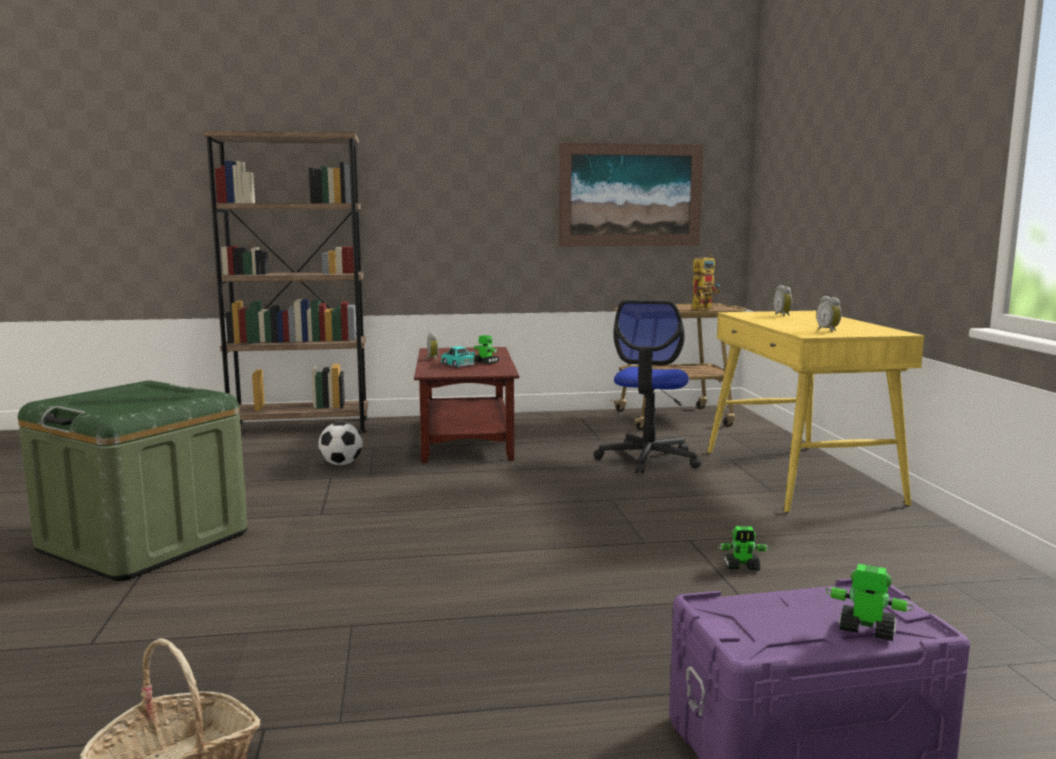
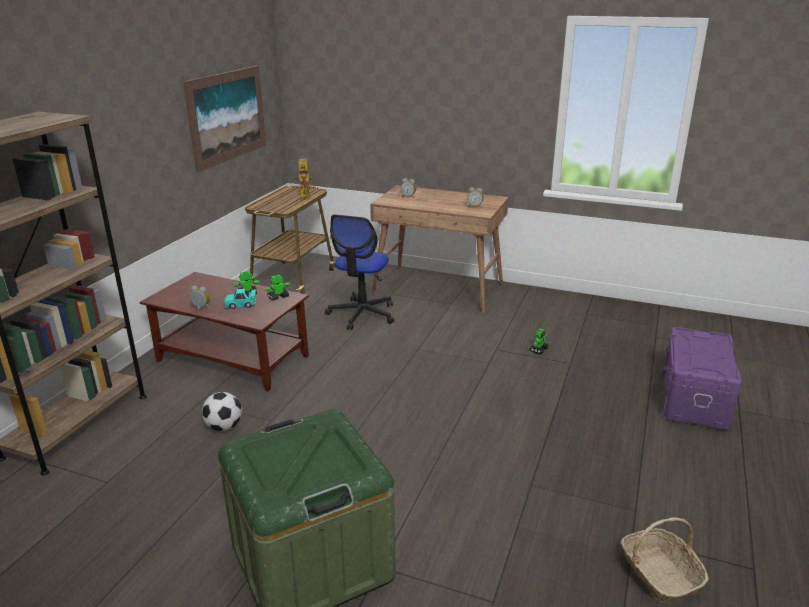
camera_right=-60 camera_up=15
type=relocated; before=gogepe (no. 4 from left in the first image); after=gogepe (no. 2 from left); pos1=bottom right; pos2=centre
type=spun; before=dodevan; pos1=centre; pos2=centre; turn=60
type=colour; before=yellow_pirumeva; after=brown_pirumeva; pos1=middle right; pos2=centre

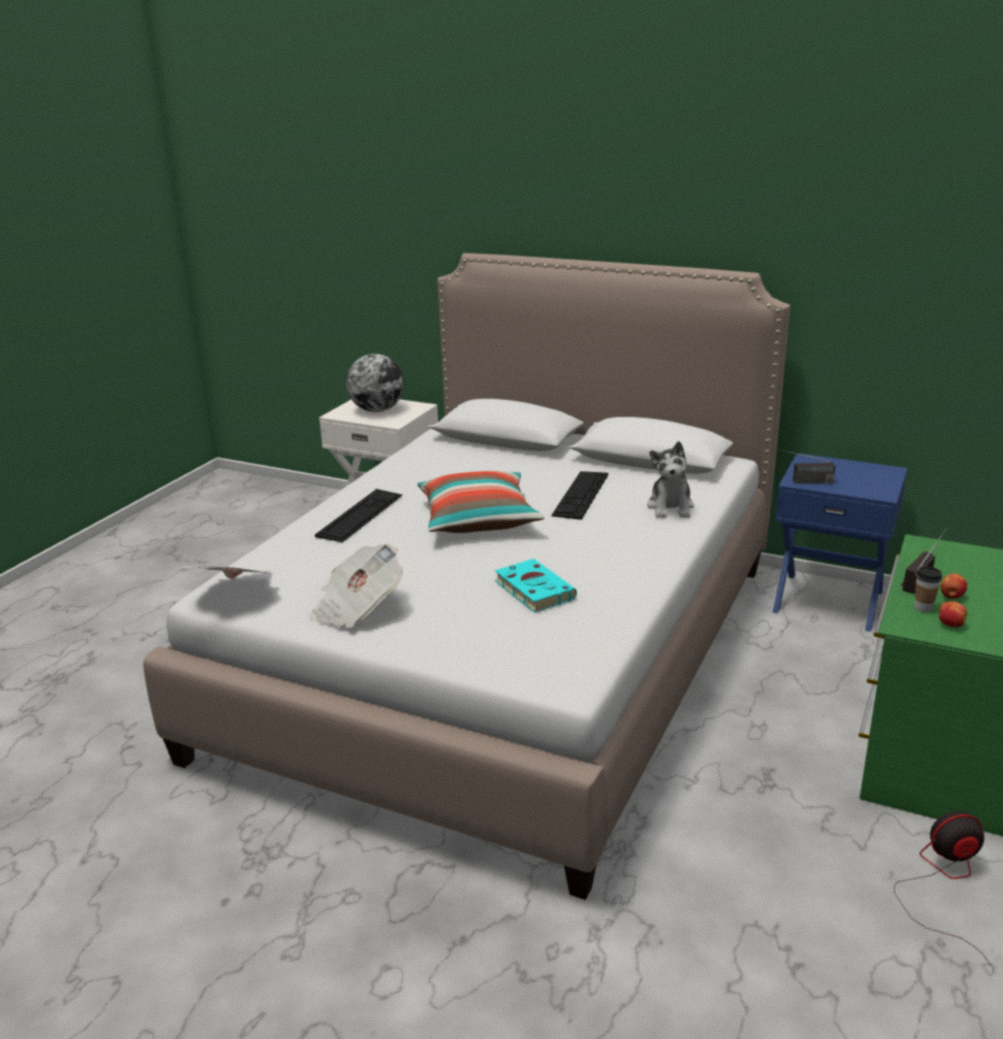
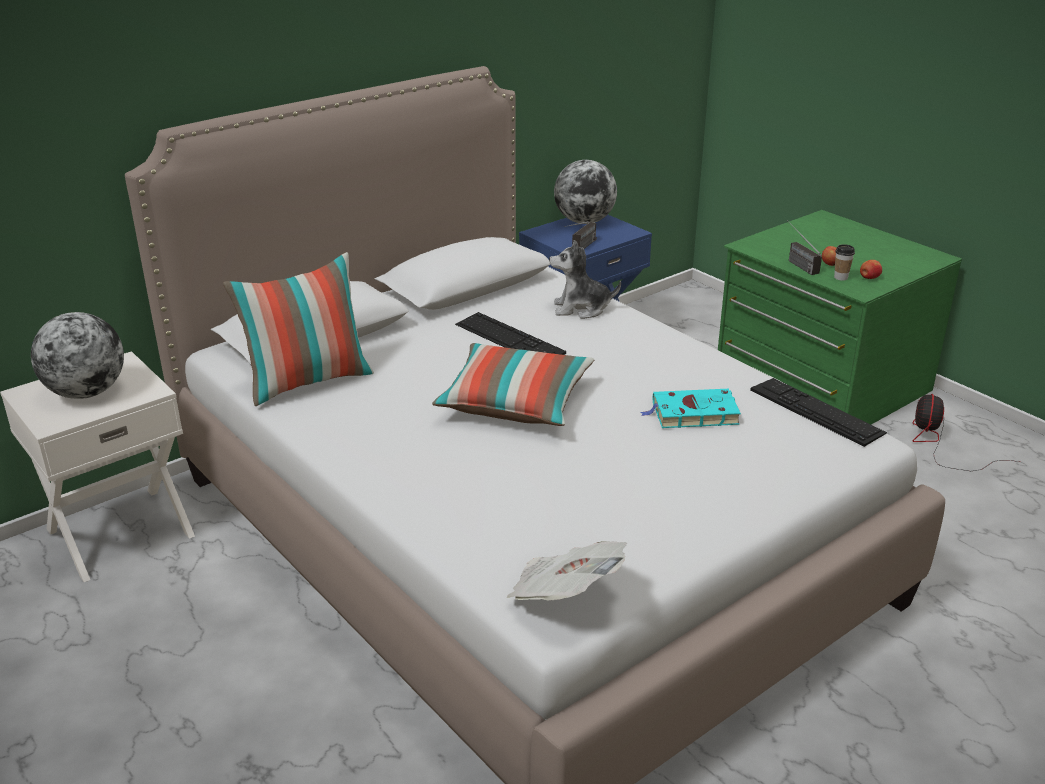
camera_right=-65 camera_up=5
type=appeared; after=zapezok (no. 1 from left); pos2=middle left
type=spun; before=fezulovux; pos1=middle right; pos2=centre; turn=150
type=appeared; after=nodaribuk (no. 2 from left); pos2=top centre
type=relocated; before=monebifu (no. 1 from left in the first image); after=monebifu (no. 2 from left); pos1=centre; pos2=middle right
type=missing; before=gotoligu (no. 2 from left); pos1=centre

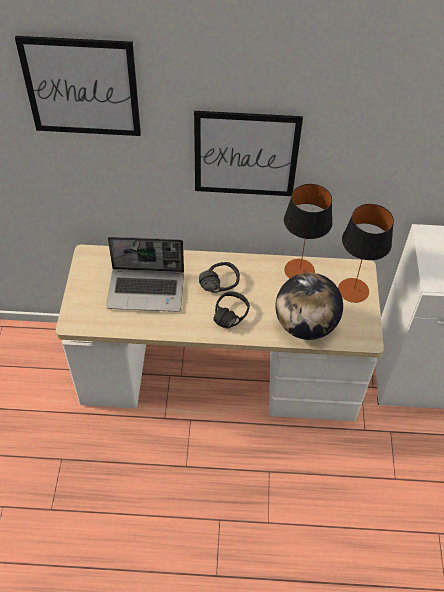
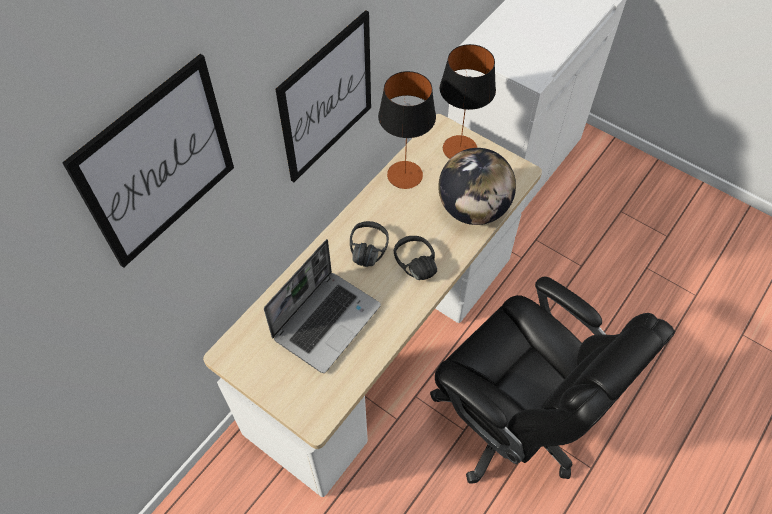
camera_right=-55 camera_up=5
type=appeared; after=black_dodevan; pos2=bottom right

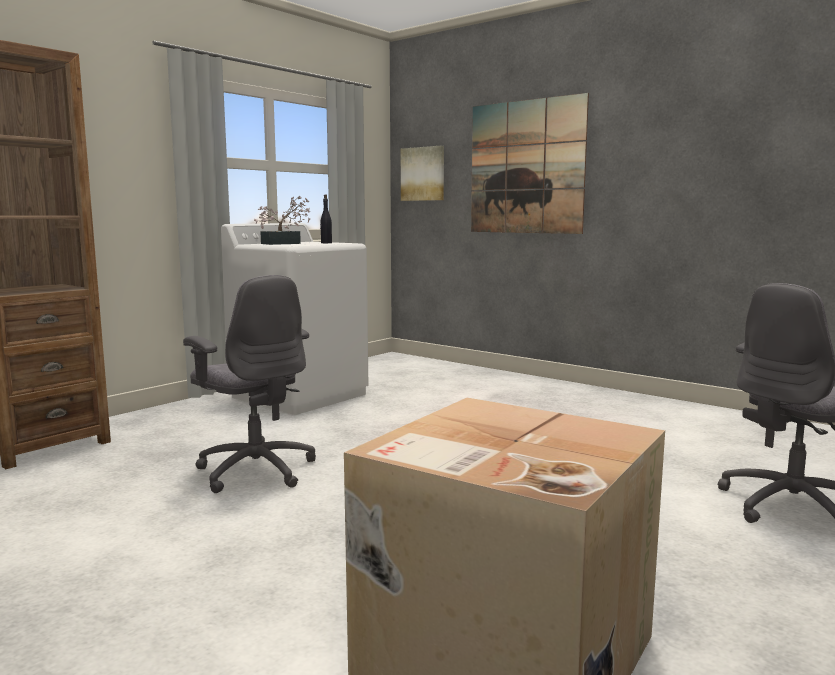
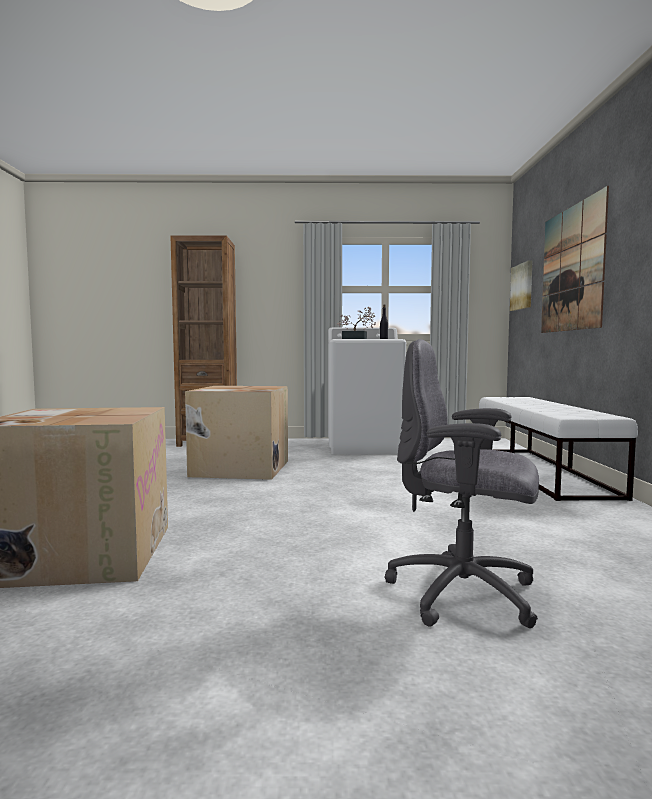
camera_right=50 camera_up=-5
type=exchanged; before=grey_dodevan (no. 1 from left); after=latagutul (no. 2 from left); pos1=middle left; pos2=centre
type=appeared; after=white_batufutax; pos2=middle right

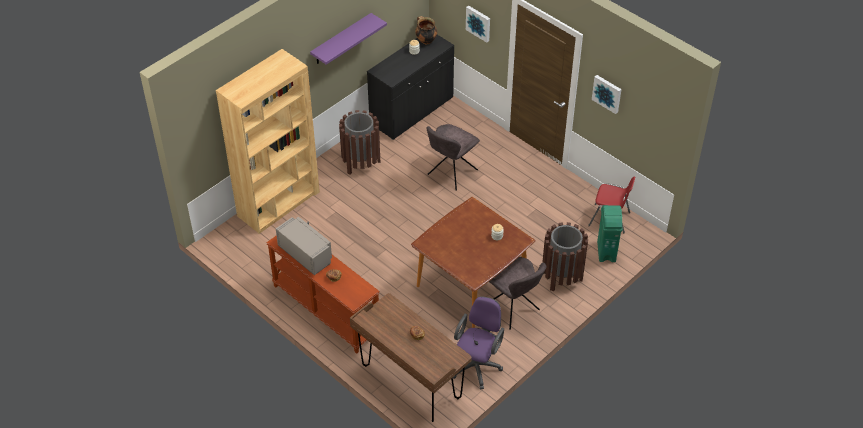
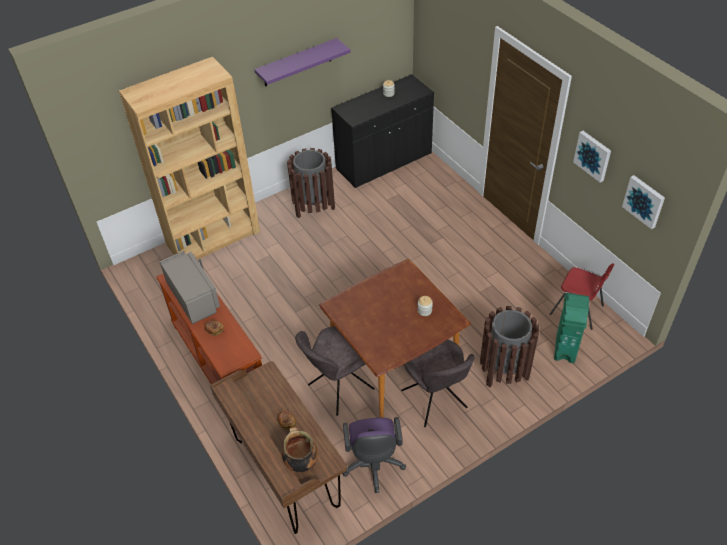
camera_right=15 camera_up=0
type=relocated; before=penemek; pos1=top centre; pos2=bottom centre
type=relocated; before=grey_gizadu (no. 1 from left); pos1=centre; pos2=bottom centre
type=spun; before=purple_dodevan; pos1=bottom centre; pos2=bottom centre; turn=135
type=relocated; before=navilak (no. 1 from left in the first image); after=navilak (no. 2 from left); pos1=top centre; pos2=middle right

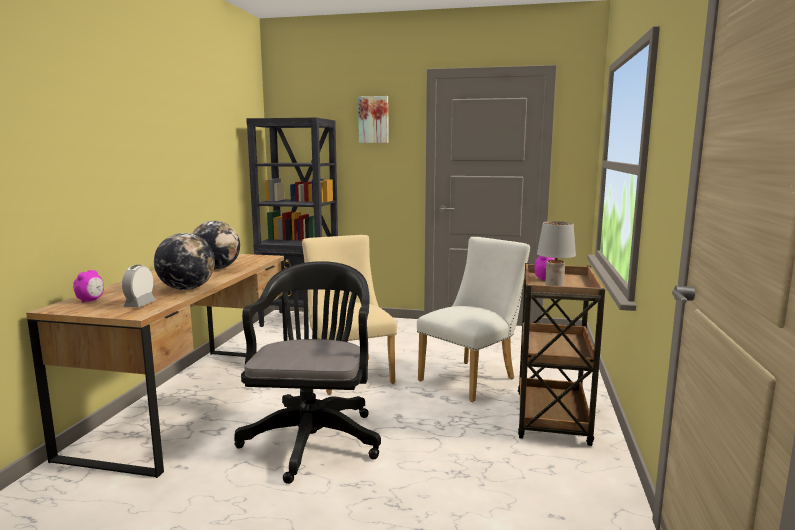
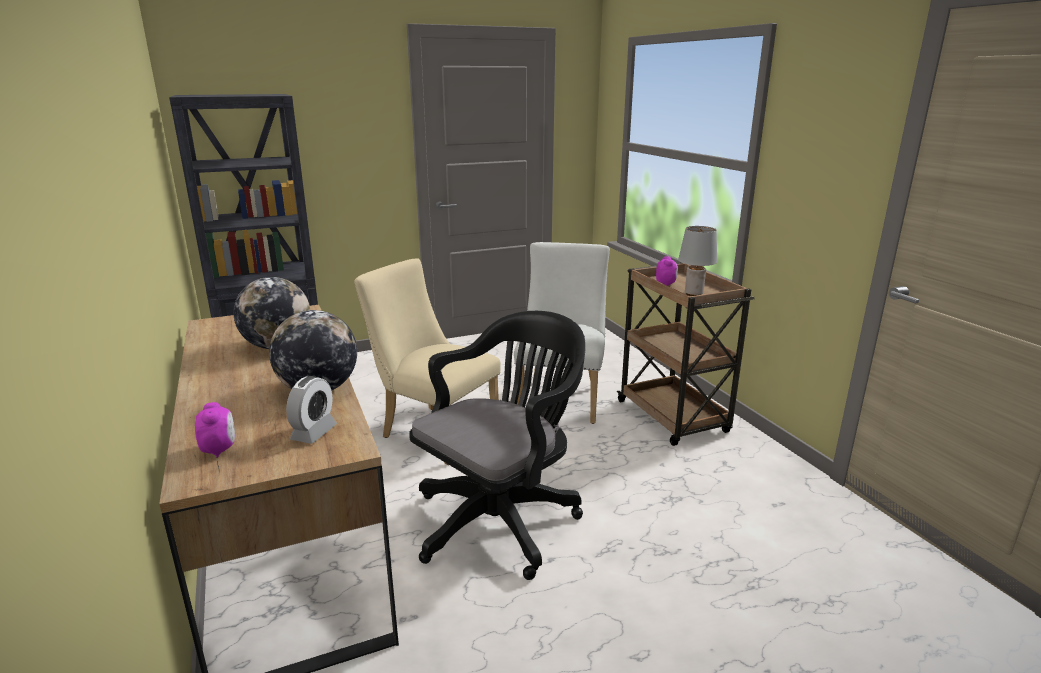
camera_right=-35 camera_up=10
type=spun; before=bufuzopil (no. 2 from left); pos1=middle left; pos2=middle left; turn=-135
type=spun; before=black_dodevan; pos1=bottom centre; pos2=centre; turn=75
type=missing; before=navilak; pos1=top centre

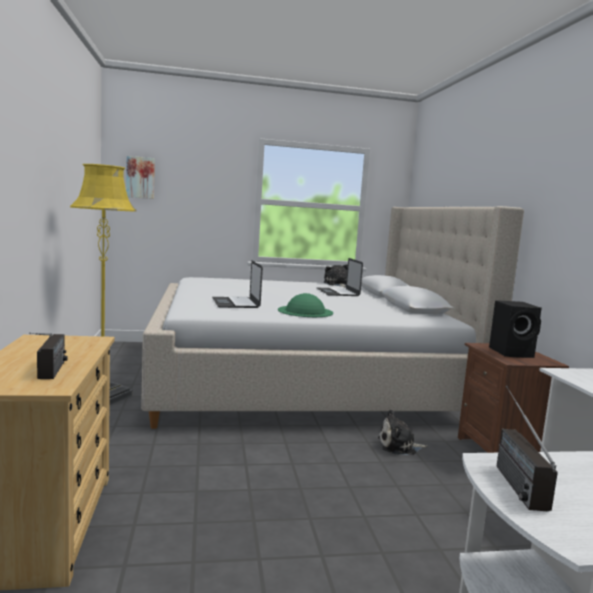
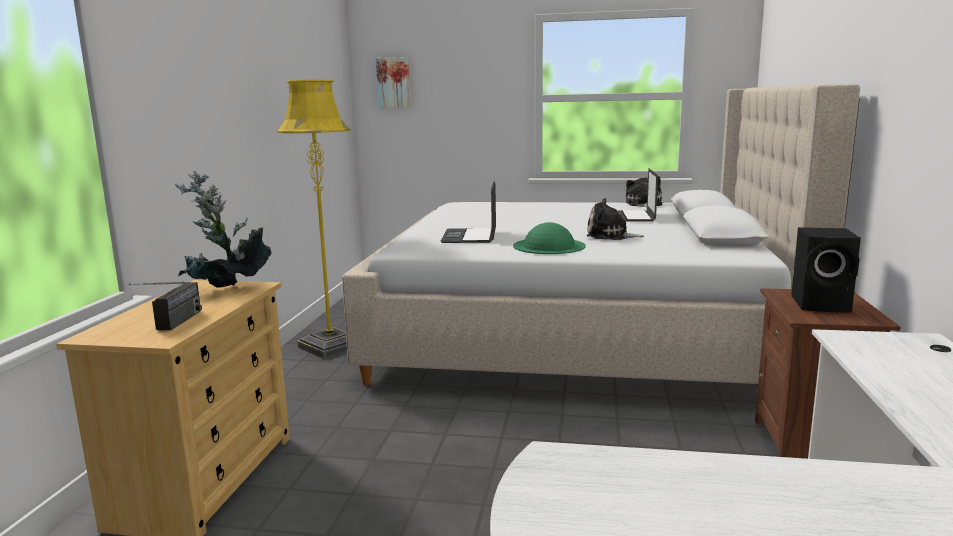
camera_right=20 camera_up=5
type=appeared; after=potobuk; pos2=middle left
type=relocated; before=fezulovux (no. 2 from left in the first image); after=fezulovux (no. 1 from left); pos1=bottom right; pos2=centre
type=missing; before=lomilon (no. 2 from left); pos1=bottom right

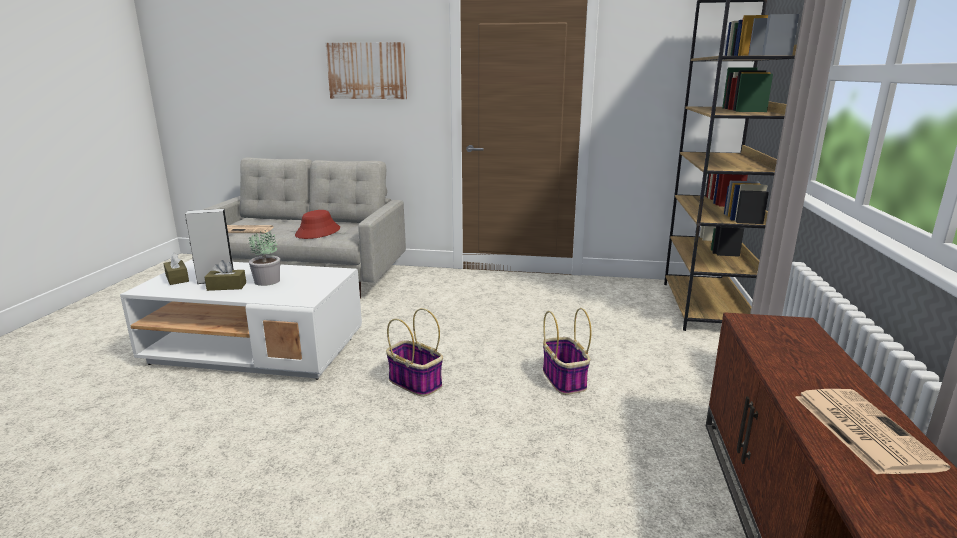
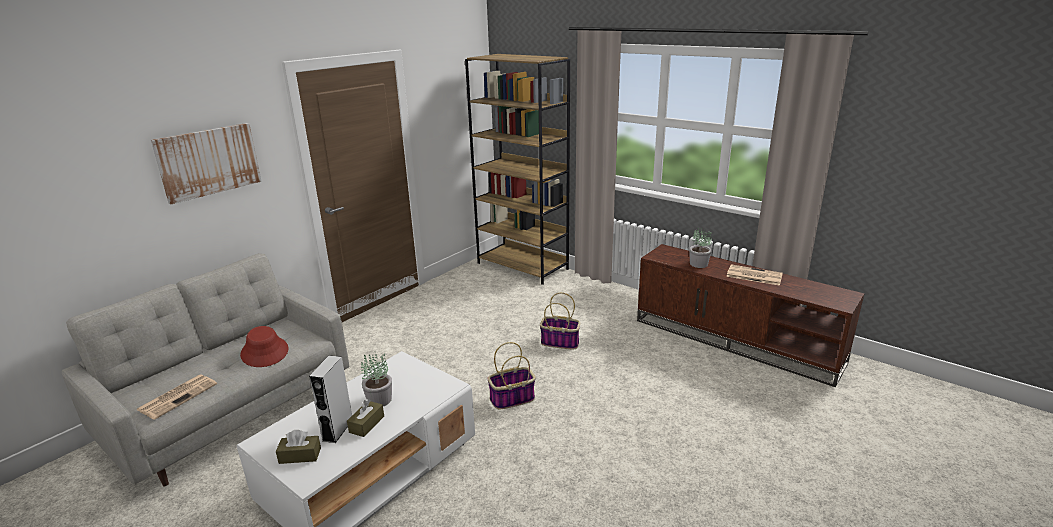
camera_right=-60 camera_up=5
type=appeared; after=potobuk (no. 2 from left); pos2=centre

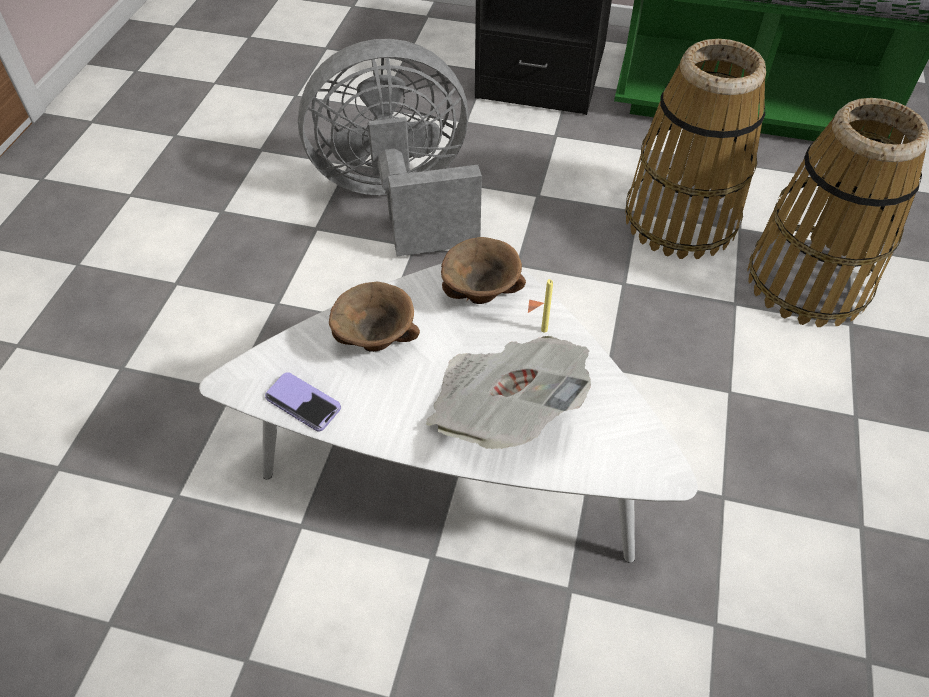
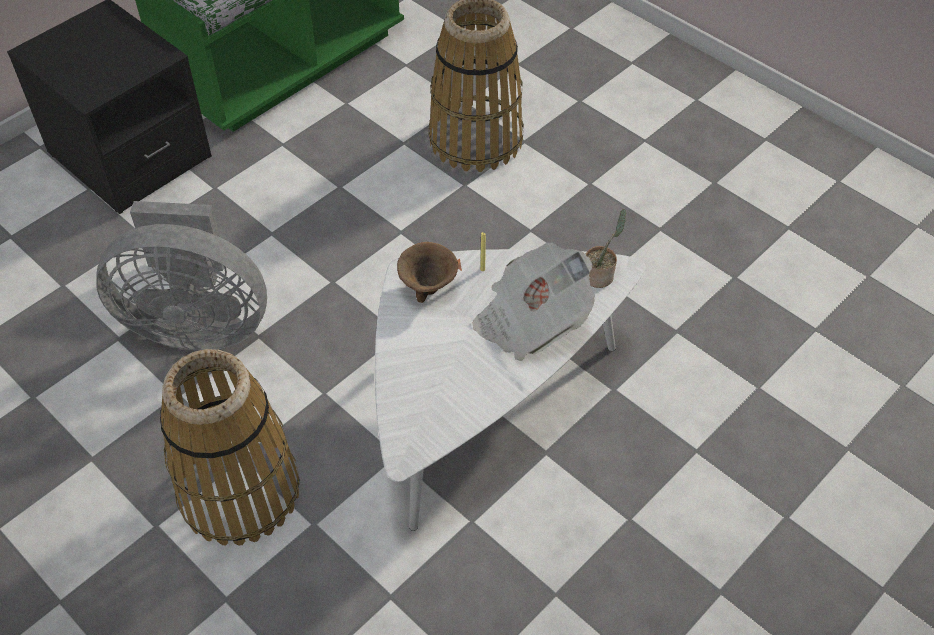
camera_right=-60 camera_up=0
type=spun; before=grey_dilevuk; pos1=top centre; pos2=middle left; turn=-105
type=relocated; before=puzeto (no. 1 from left); pos1=top right; pos2=bottom left
type=appeared; after=potobuk; pos2=centre
type=missing; before=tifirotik; pos1=middle left
type=missing; before=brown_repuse (no. 1 from left); pos1=centre

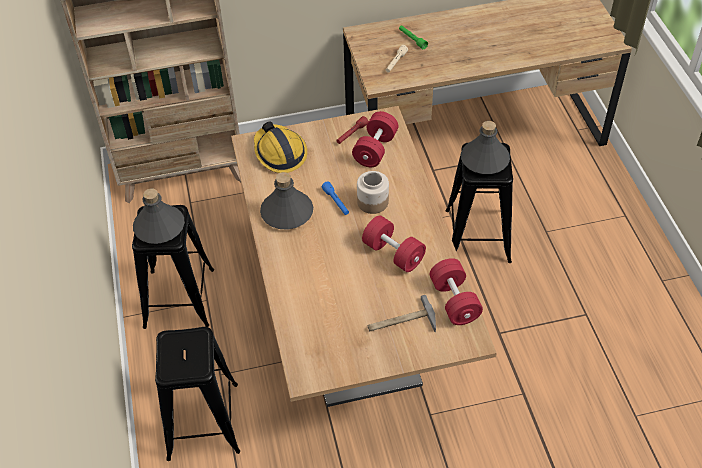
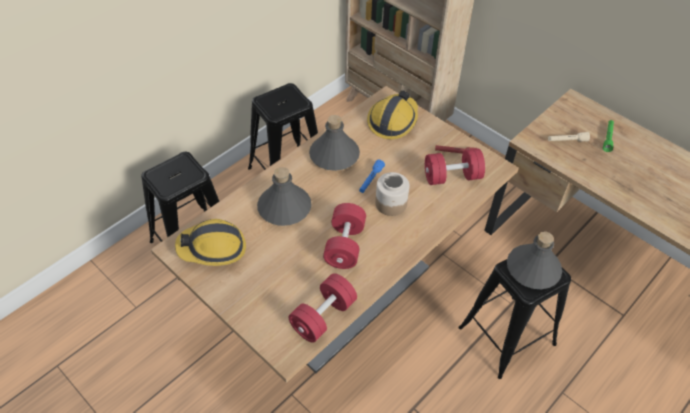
camera_right=55 camera_up=0
type=appeared; after=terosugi (no. 1 from left); pos2=middle left
type=relocated; before=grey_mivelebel (no. 1 from left); pos1=middle left; pos2=centre
type=missing; before=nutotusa; pos1=bottom centre

